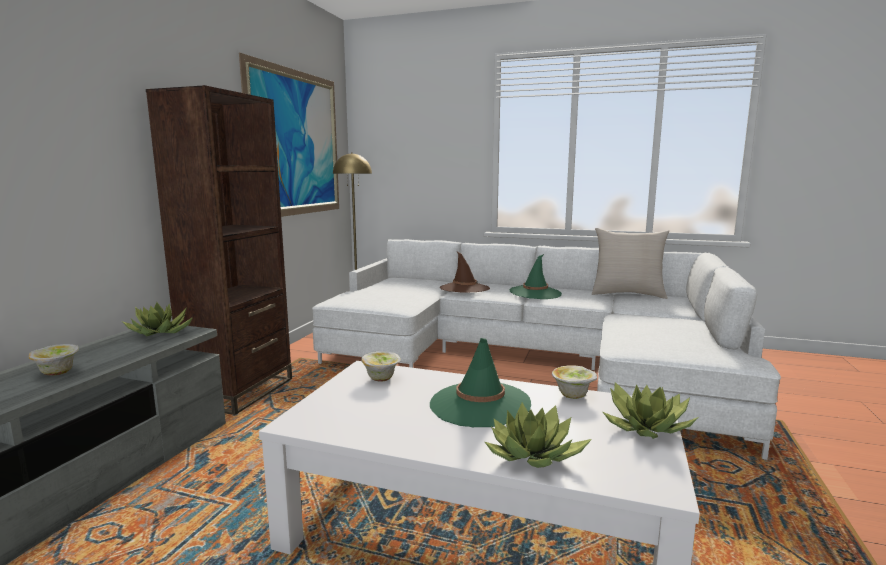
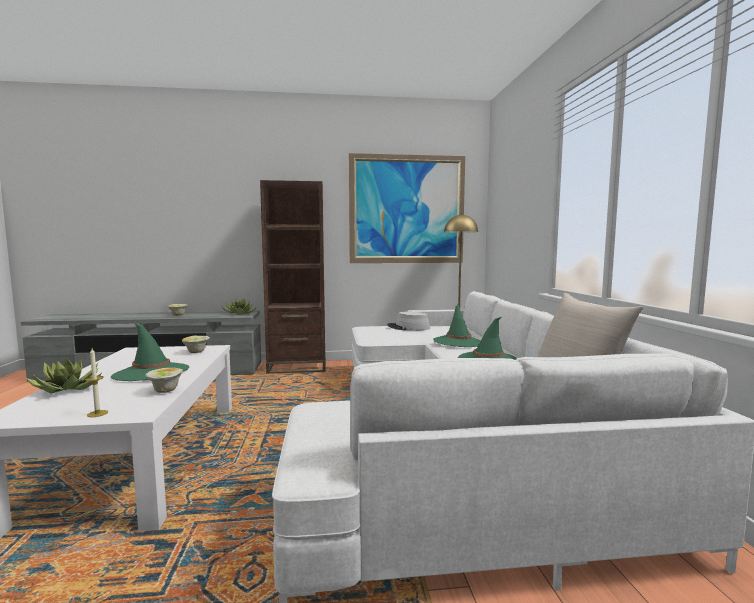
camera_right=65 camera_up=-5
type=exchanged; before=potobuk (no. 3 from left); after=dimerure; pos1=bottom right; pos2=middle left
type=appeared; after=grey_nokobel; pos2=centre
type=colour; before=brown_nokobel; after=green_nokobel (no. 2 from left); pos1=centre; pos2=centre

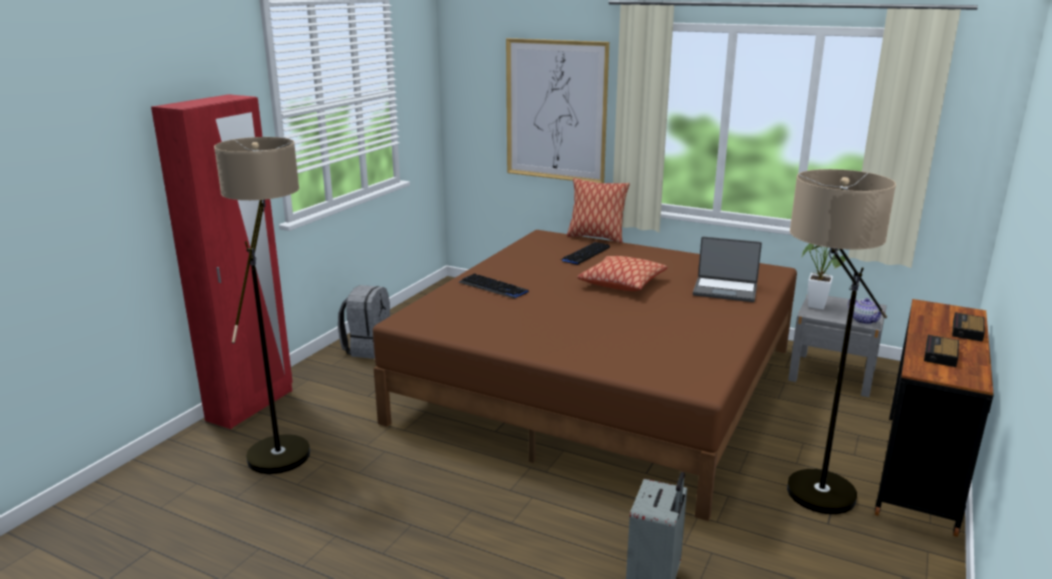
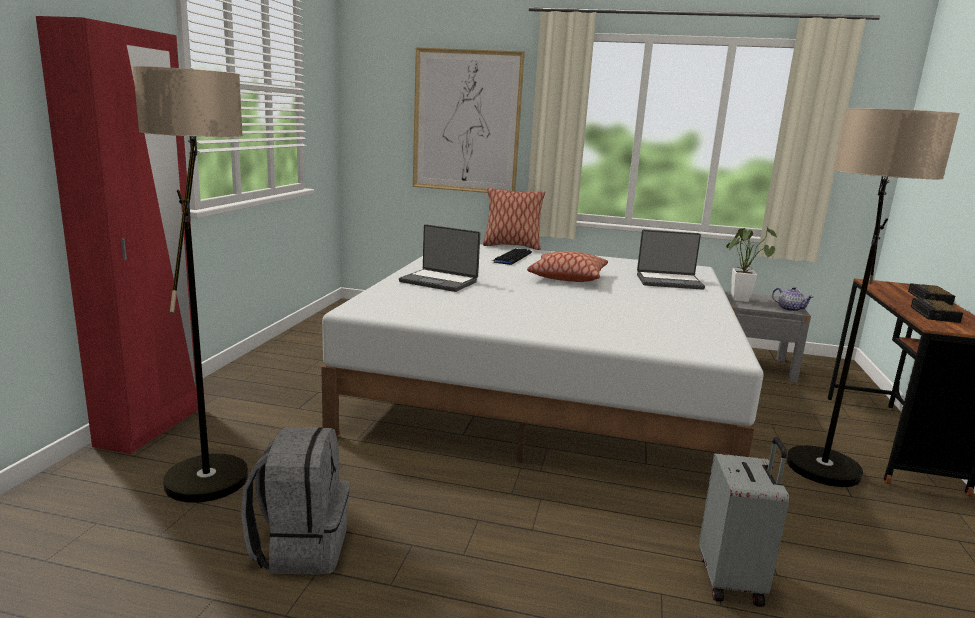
camera_right=-15 camera_up=-5
type=relocated; before=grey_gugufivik; pos1=centre; pos2=bottom left
type=colour; before=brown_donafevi; after=white_donafevi; pos1=centre; pos2=centre
type=exchanged; before=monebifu (no. 1 from left); after=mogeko (no. 1 from left); pos1=centre; pos2=centre

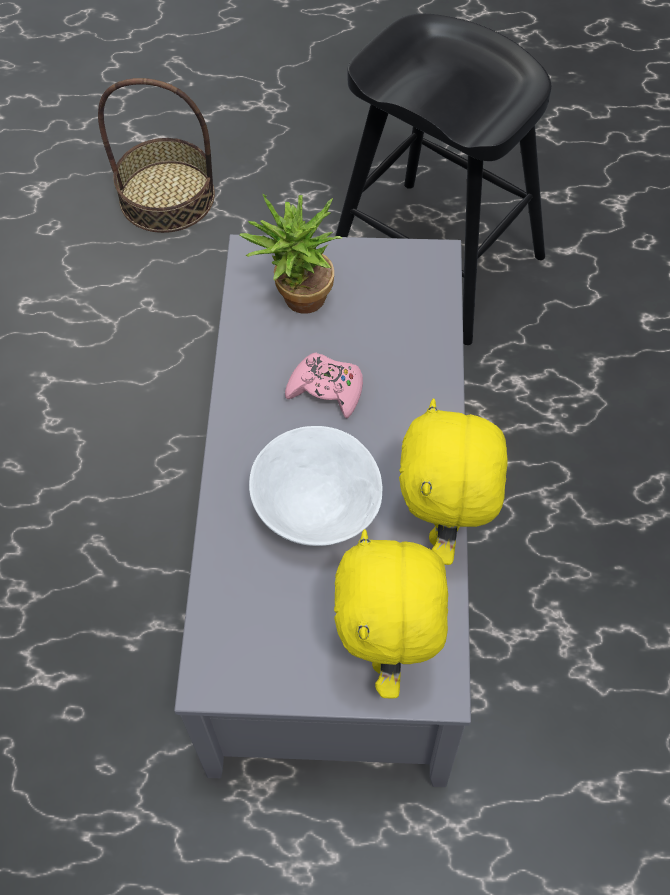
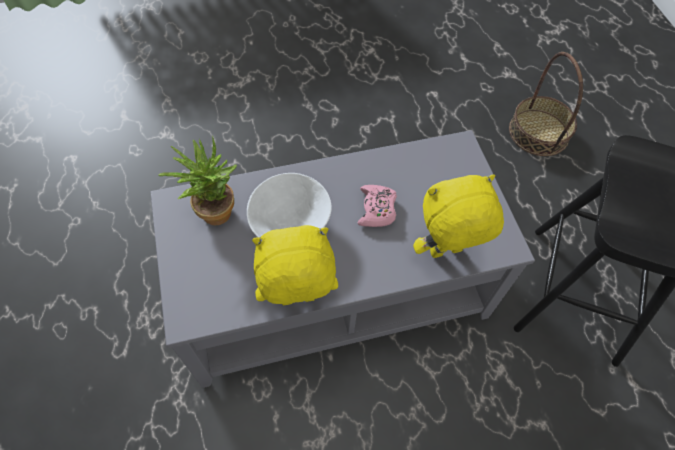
camera_right=70 camera_up=0
type=relocated; before=potobuk; pos1=top centre; pos2=middle left
type=relocated; before=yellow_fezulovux (no. 1 from left in the first image); after=yellow_fezulovux (no. 2 from left); pos1=bottom centre; pos2=middle right

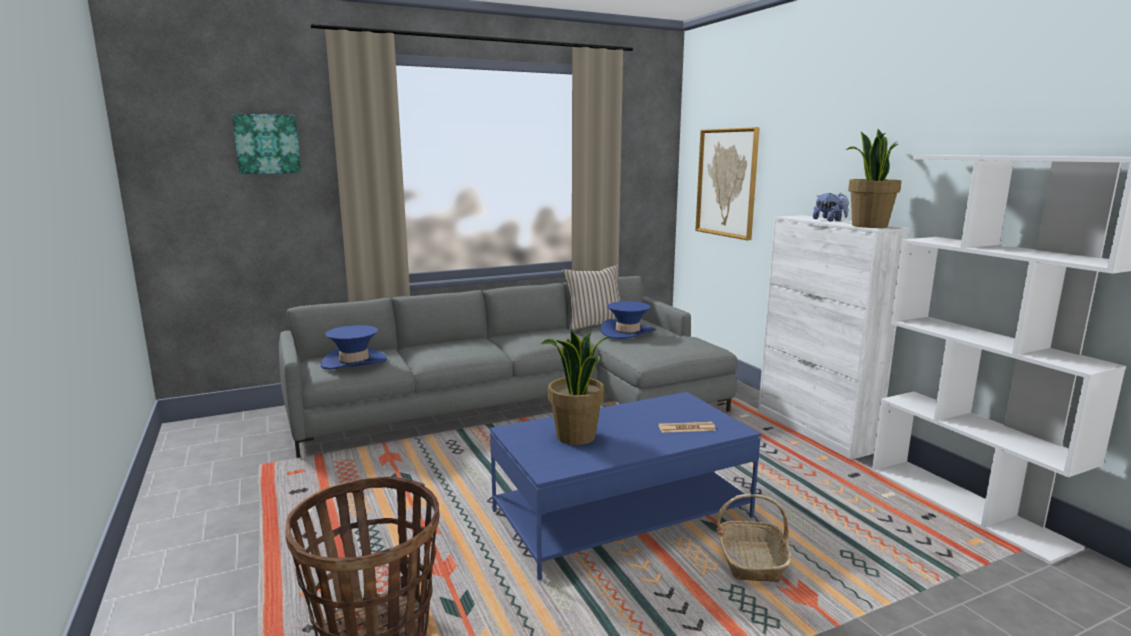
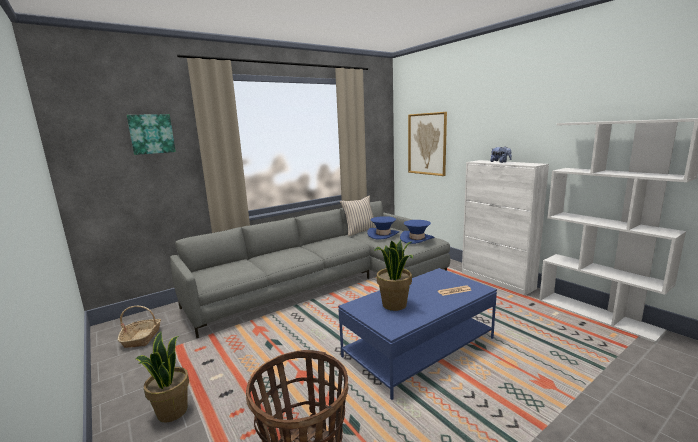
camera_right=-10 camera_up=0
type=relocated; before=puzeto (no. 2 from left in the first image); after=puzeto (no. 1 from left); pos1=bottom right; pos2=bottom left
type=relocated; before=potobuk (no. 2 from left in the first image); after=potobuk (no. 1 from left); pos1=top right; pos2=bottom left
type=relocated; before=blue_nokobel (no. 1 from left in the first image); after=blue_nokobel (no. 2 from left); pos1=middle left; pos2=centre

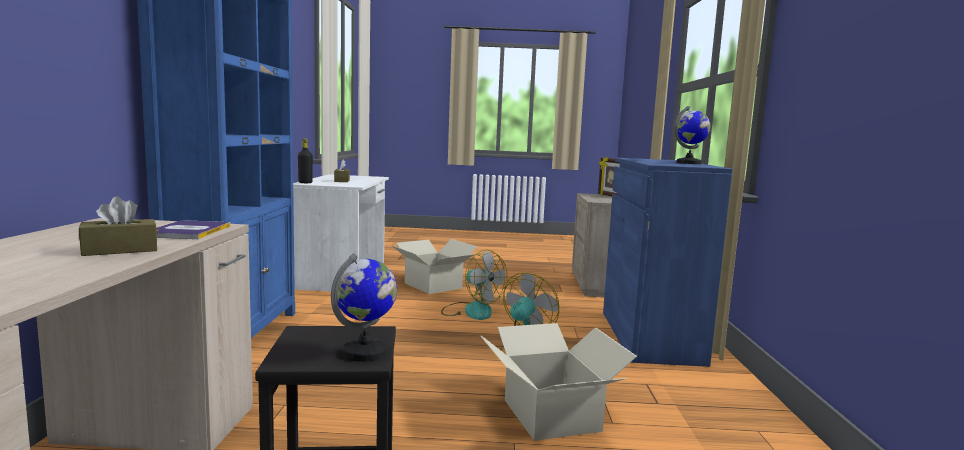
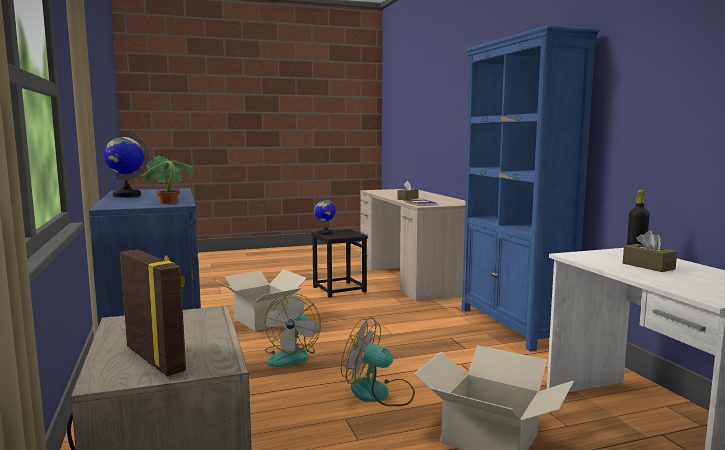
camera_right=160 camera_up=0
type=appeared; after=potobuk; pos2=middle left

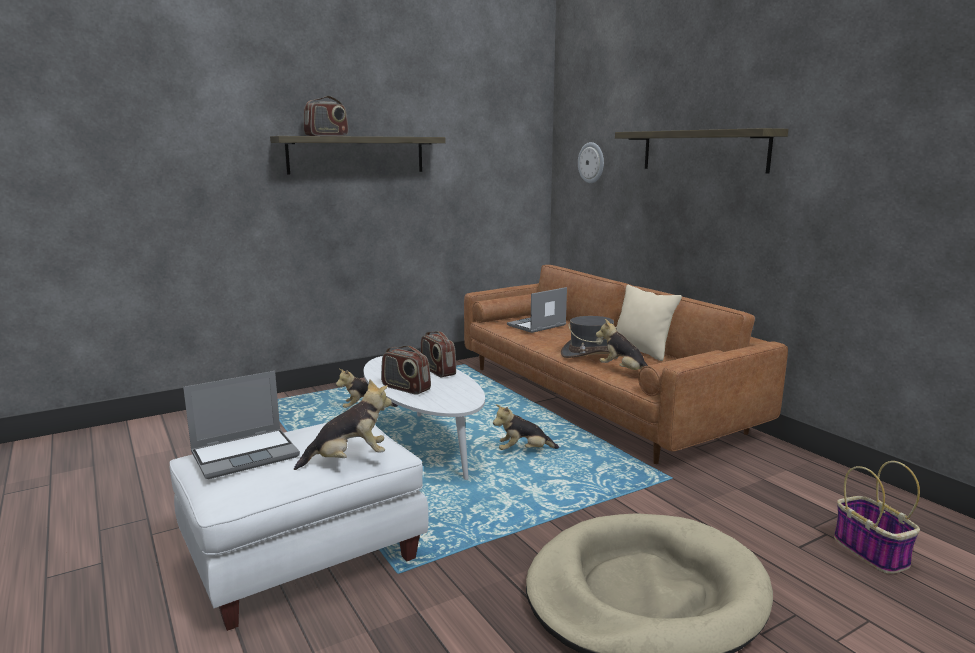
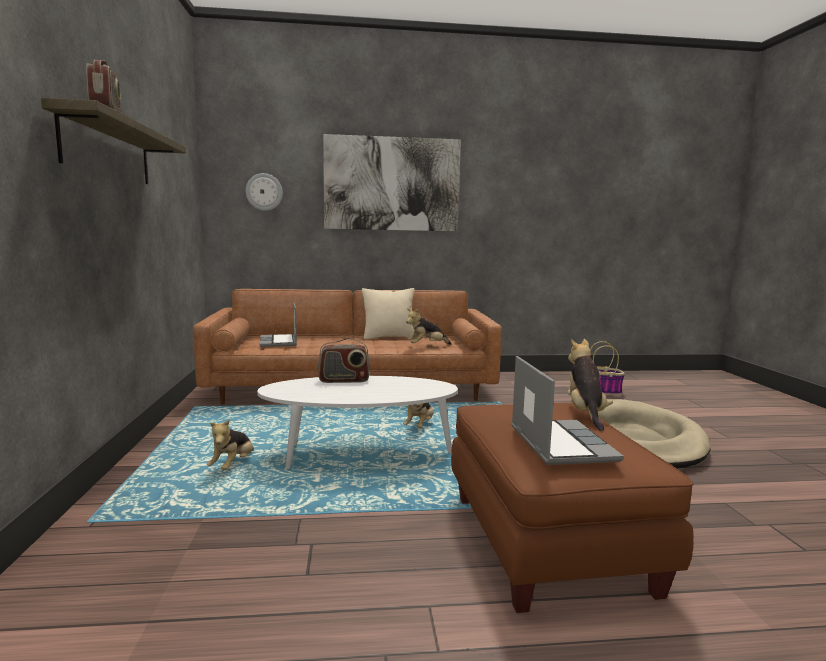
camera_right=-65 camera_up=-5
type=exchanged; before=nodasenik (no. 2 from left); after=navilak; pos1=top right; pos2=top centre
type=colour; before=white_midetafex; after=brown_midetafex; pos1=bottom left; pos2=bottom right
type=missing; before=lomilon (no. 2 from left); pos1=centre
type=missing; before=grey_nokobel; pos1=centre

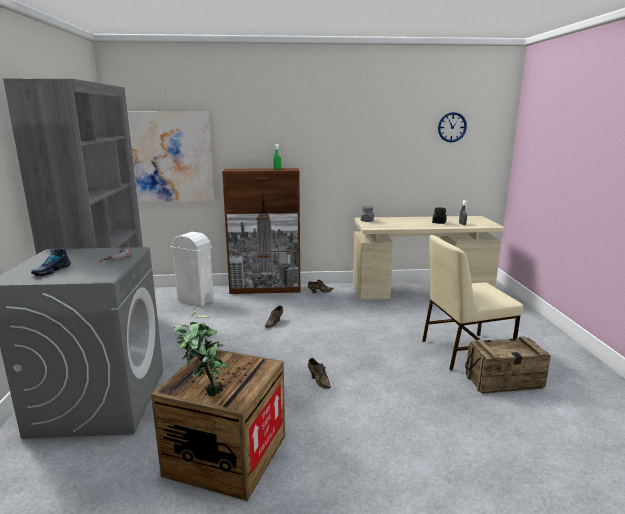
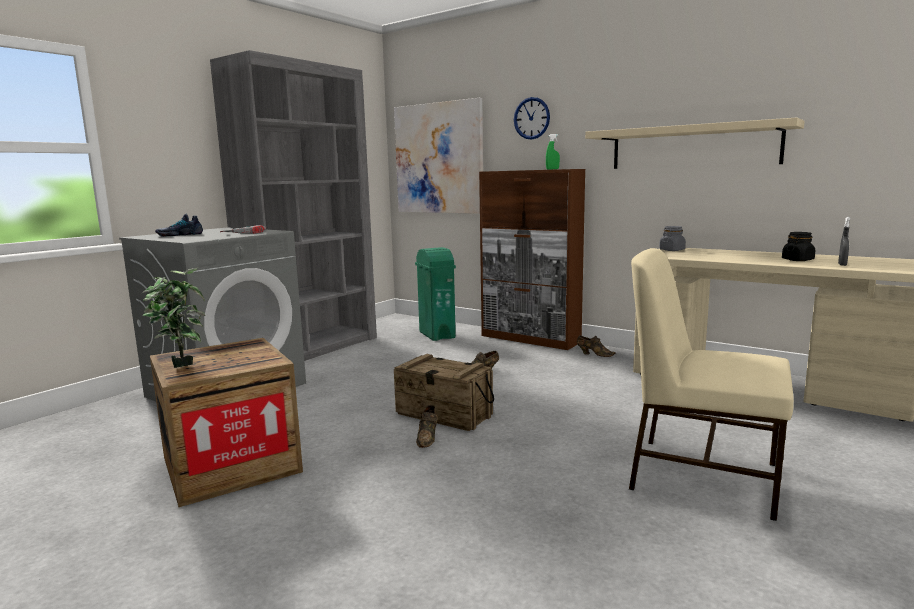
camera_right=40 camera_up=-5
type=relocated; before=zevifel (no. 2 from left); pos1=bottom right; pos2=centre
type=colour; before=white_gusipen; after=green_gusipen; pos1=middle left; pos2=centre
type=relocated; before=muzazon; pos1=top right; pos2=top centre
type=appeared; after=beige_nodasenik; pos2=top right

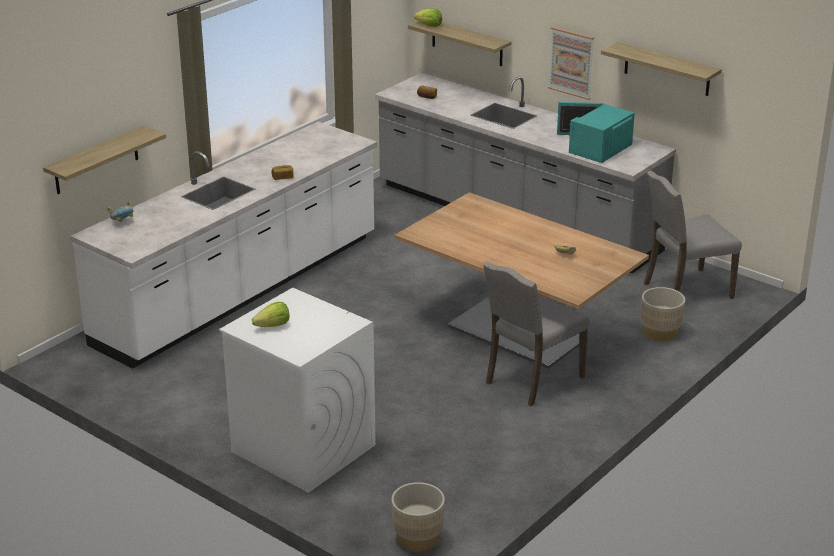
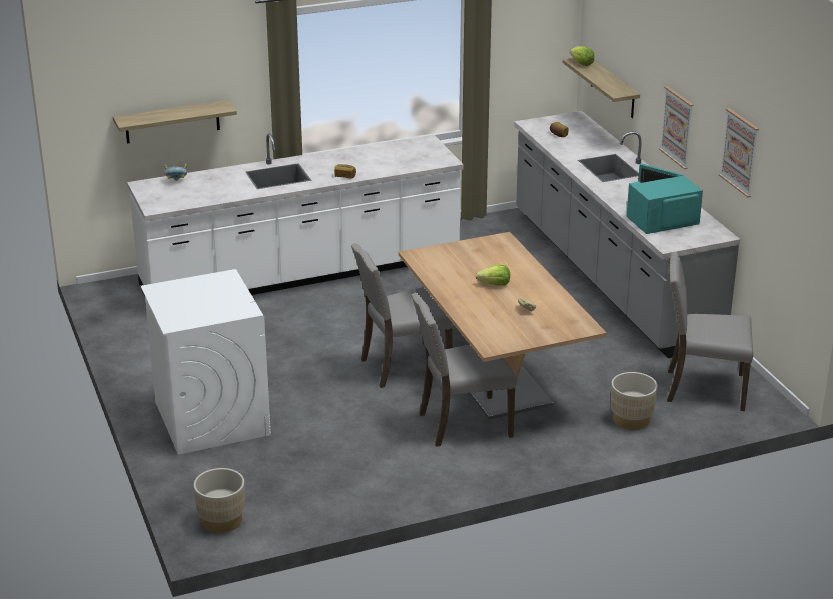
camera_right=30 camera_up=0
type=appeared; after=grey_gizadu (no. 1 from left); pos2=centre
type=relocated; before=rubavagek (no. 1 from left); pos1=middle left; pos2=centre
type=exchanged; before=nodasenik (no. 3 from left); after=navilak (no. 2 from left); pos1=top right; pos2=top right

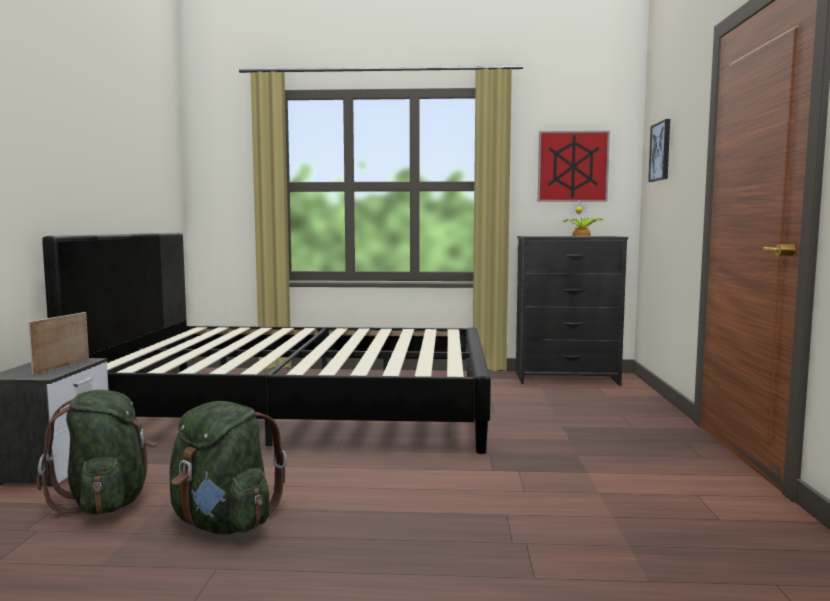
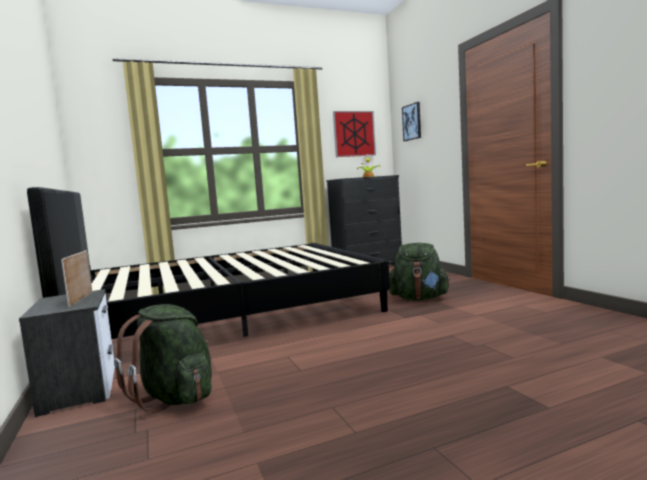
camera_right=-25 camera_up=0
type=relocated; before=green_gugufivik (no. 2 from left); pos1=bottom left; pos2=centre

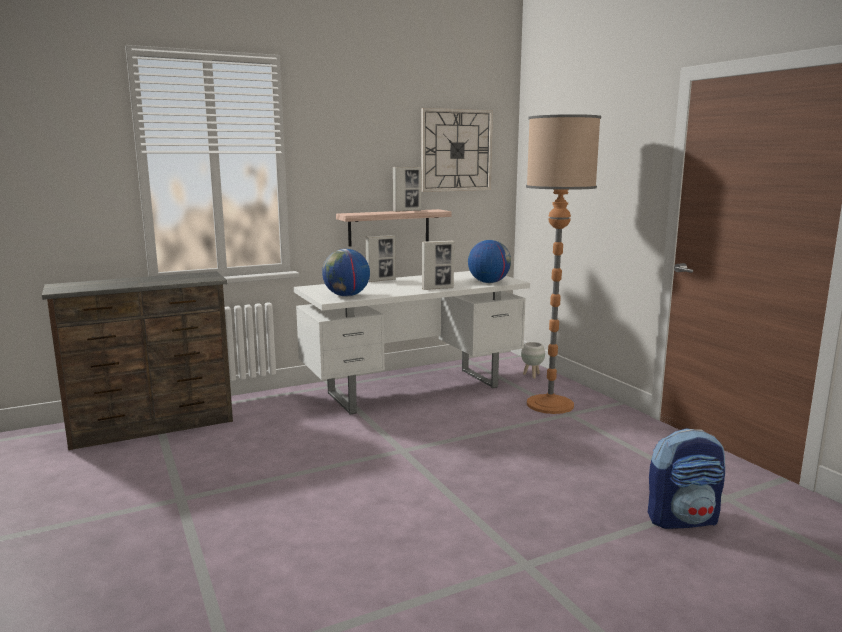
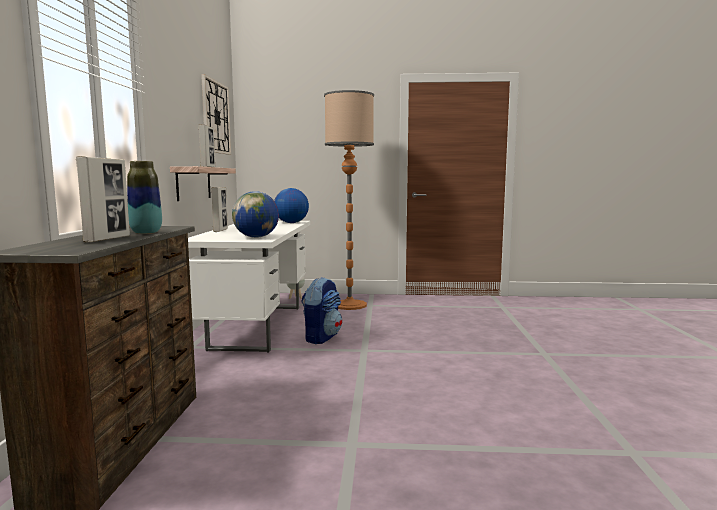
camera_right=-60 camera_up=-5
type=relocated; before=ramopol (no. 3 from left in the first image); after=ramopol (no. 1 from left); pos1=centre; pos2=middle left
type=appeared; after=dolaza; pos2=middle left
type=relocated; before=gugufivik; pos1=bottom right; pos2=centre

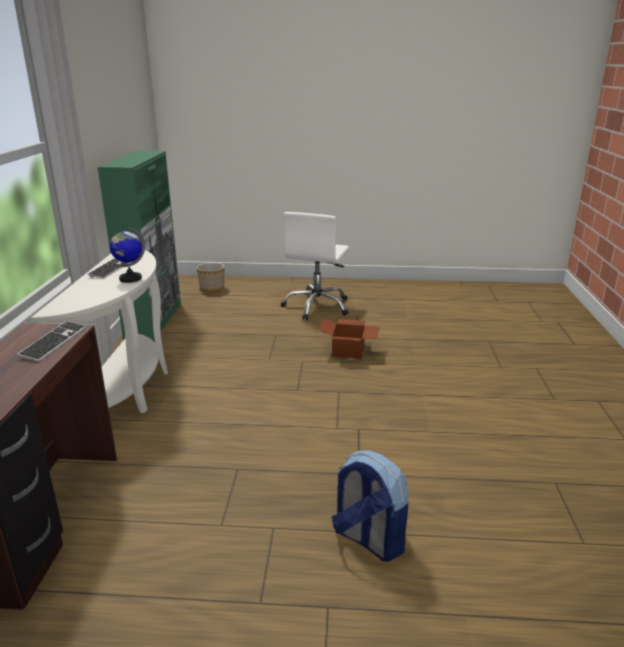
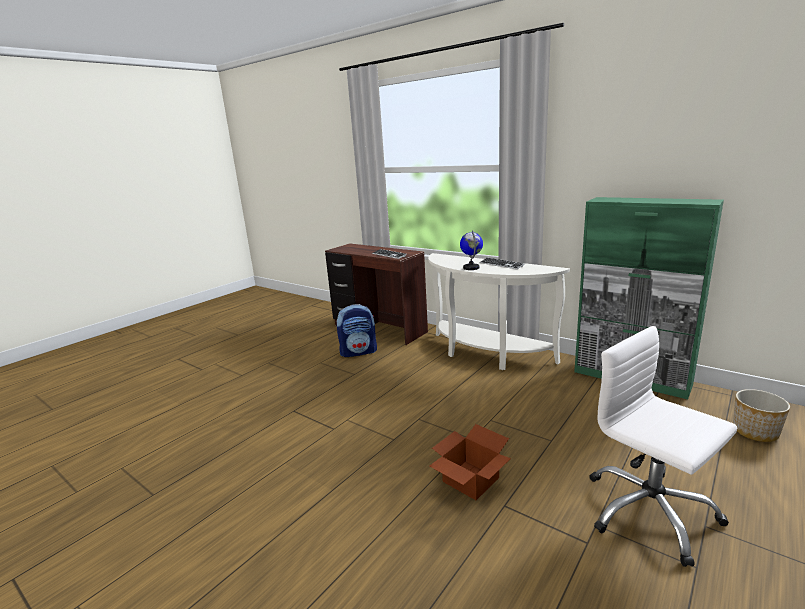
camera_right=125 camera_up=-5
type=relocated; before=gugufivik; pos1=bottom centre; pos2=centre

